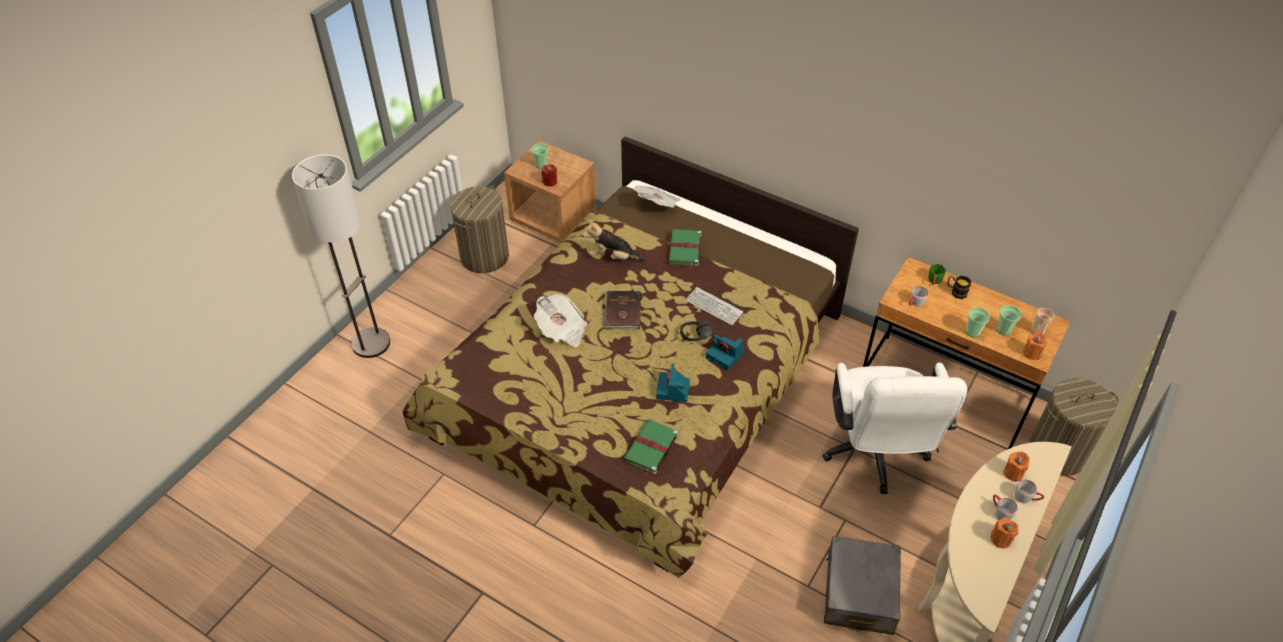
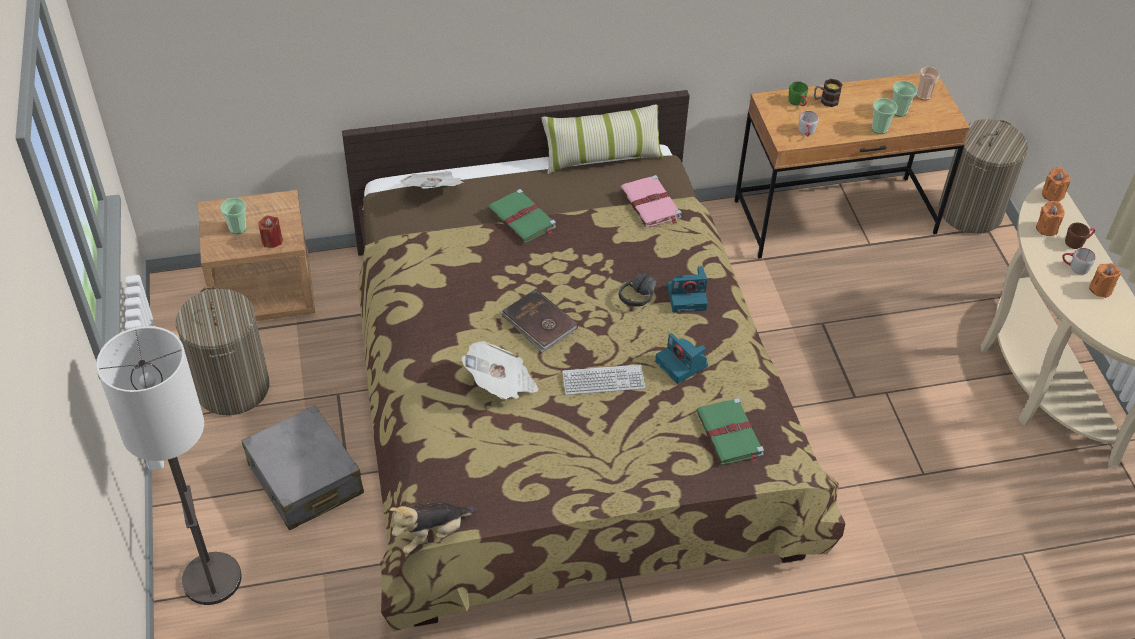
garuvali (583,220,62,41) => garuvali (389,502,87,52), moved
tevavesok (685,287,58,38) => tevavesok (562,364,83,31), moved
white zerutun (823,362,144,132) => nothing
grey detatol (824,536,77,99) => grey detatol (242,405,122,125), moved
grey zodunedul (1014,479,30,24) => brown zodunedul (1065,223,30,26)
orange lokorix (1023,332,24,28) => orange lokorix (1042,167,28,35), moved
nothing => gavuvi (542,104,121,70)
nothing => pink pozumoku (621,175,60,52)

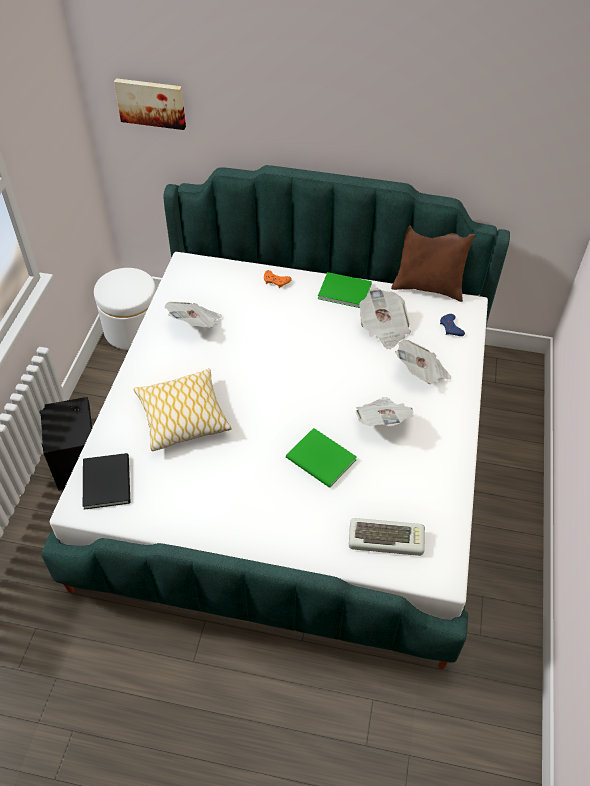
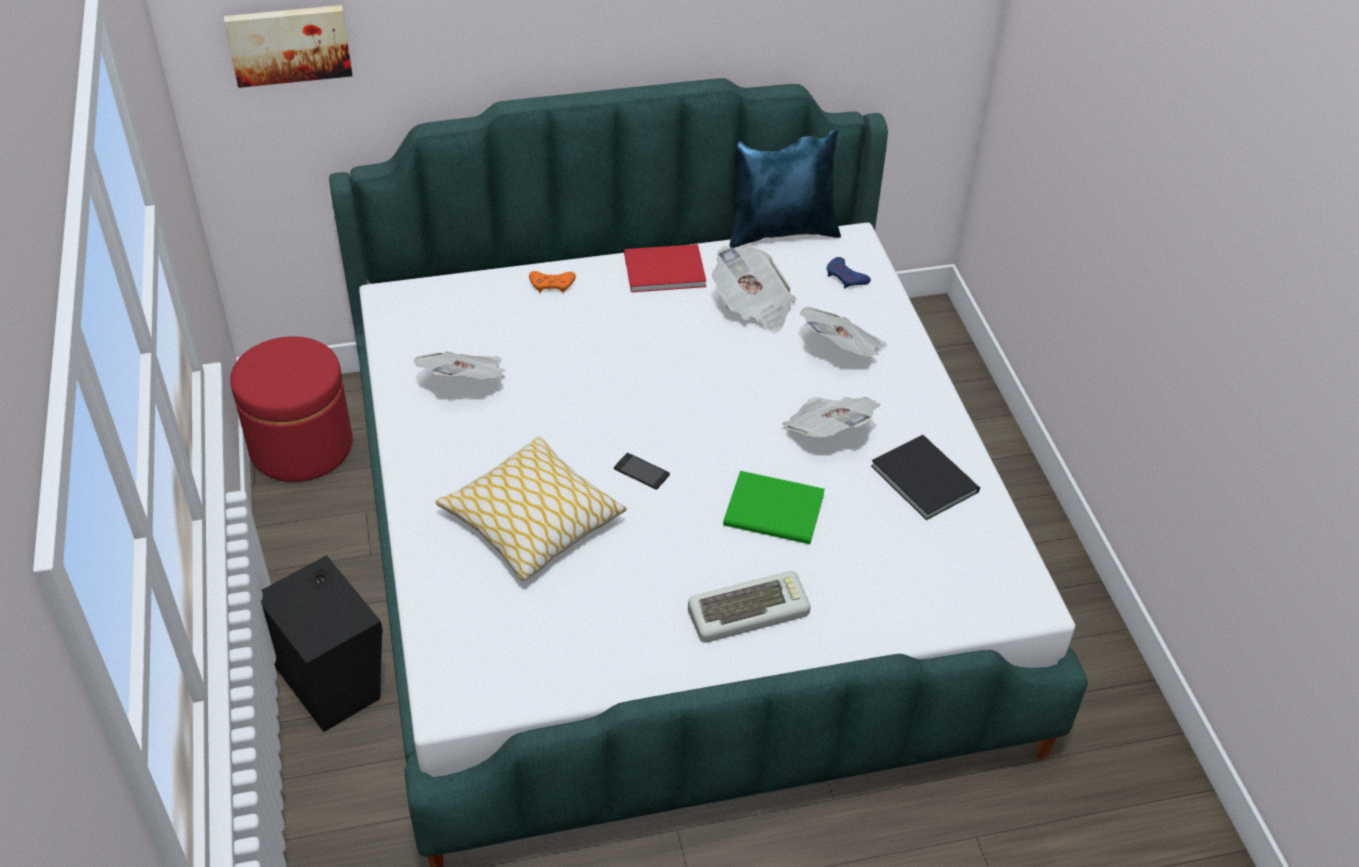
black pozumoku (83,453,48,57) => black pozumoku (871,435,109,85), moved
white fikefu (94,268,62,82) => red fikefu (230,336,123,146)
green pozumoku (318,272,54,36) => red pozumoku (624,244,82,48)
tevavesok (349,518,76,38) => tevavesok (688,571,123,72), moved
brown gavuvi (391,225,84,77) => blue gavuvi (730,129,111,119)
nothing => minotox (614,453,56,37)

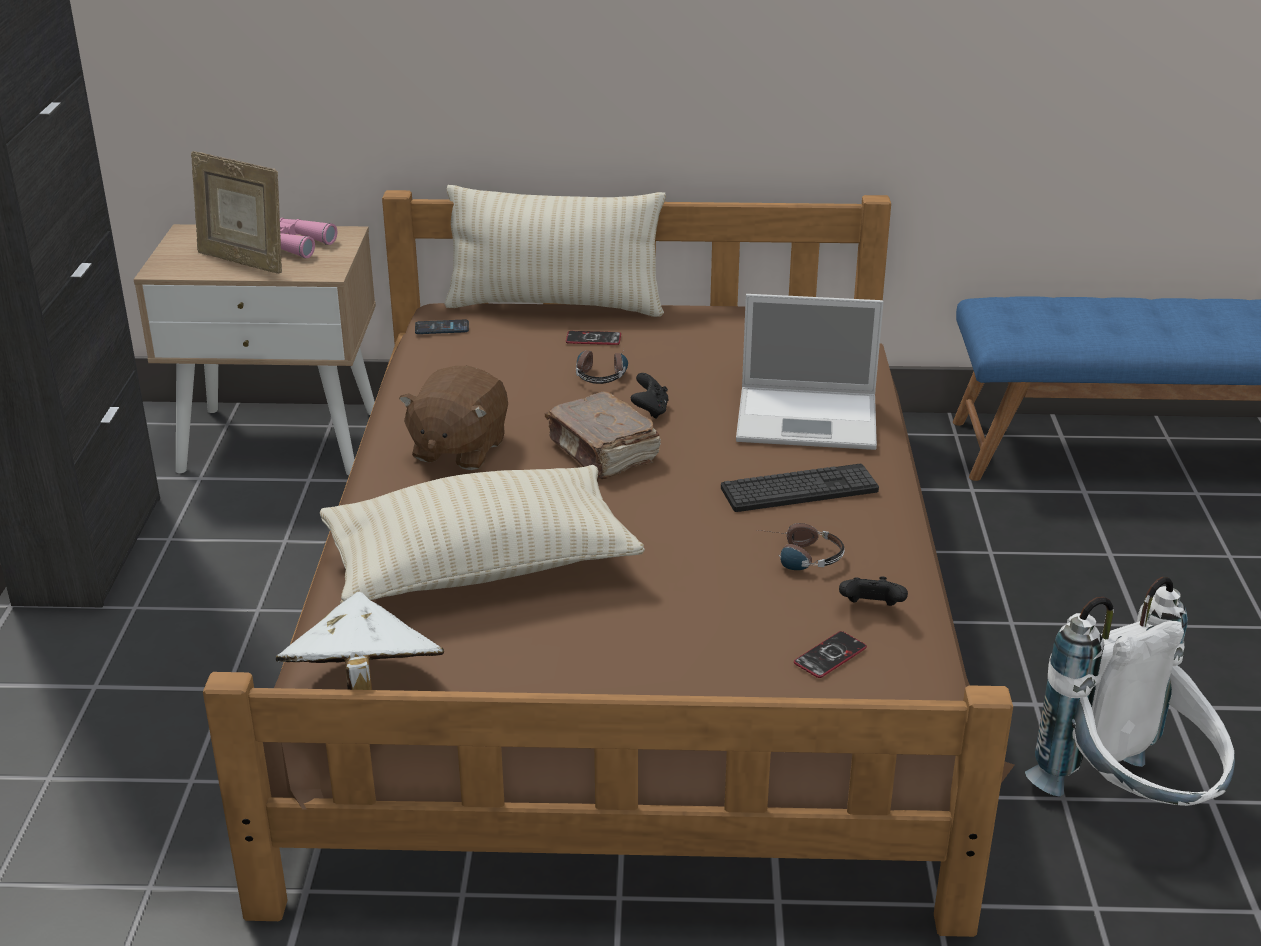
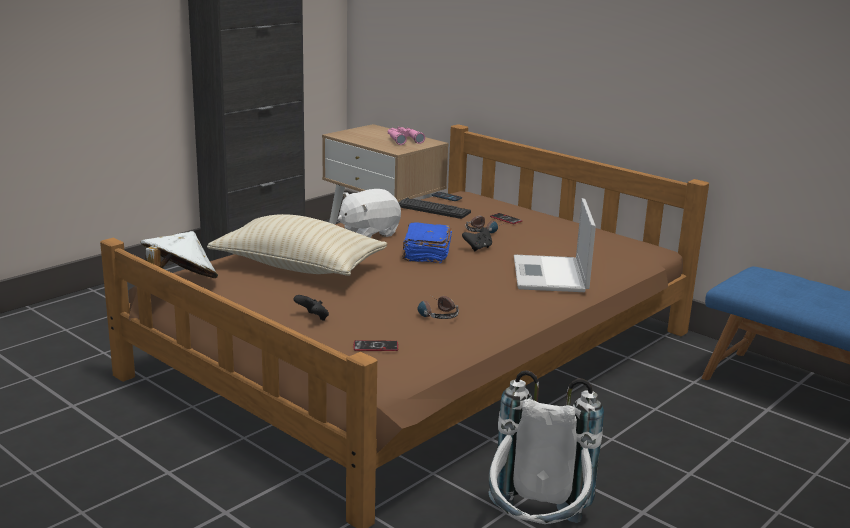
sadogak (191,151,91,123) => nothing
brown garuvali (399,366,109,104) => white garuvali (338,189,63,49)
beige gavuvi (445,185,221,132) => nothing
brown pozumoku (545,391,116,88) => blue pozumoku (402,222,50,41)
tevavesok (721,464,158,48) => tevavesok (398,198,73,21), moved
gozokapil (736,294,147,156) => gozokapil (514,198,82,94), 45 degrees clockwise
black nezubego (839,576,69,30) => black nezubego (294,295,35,26), moved

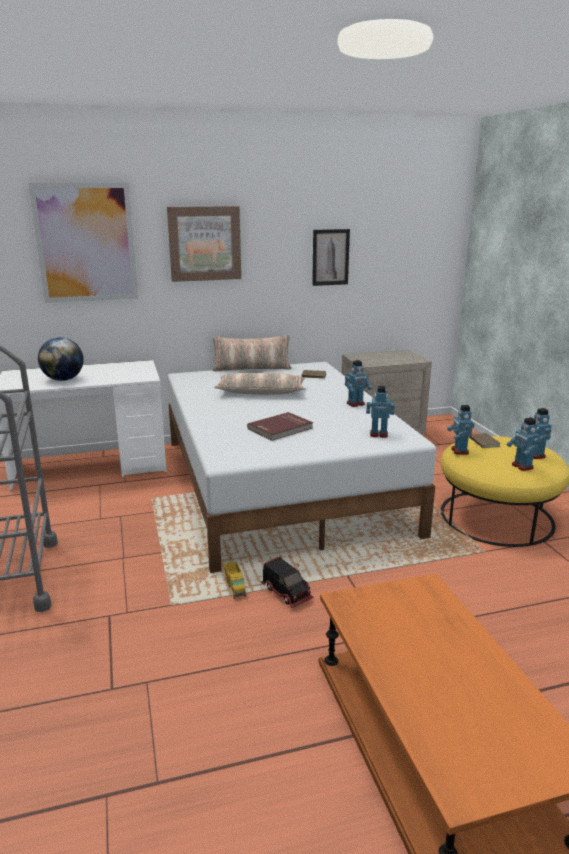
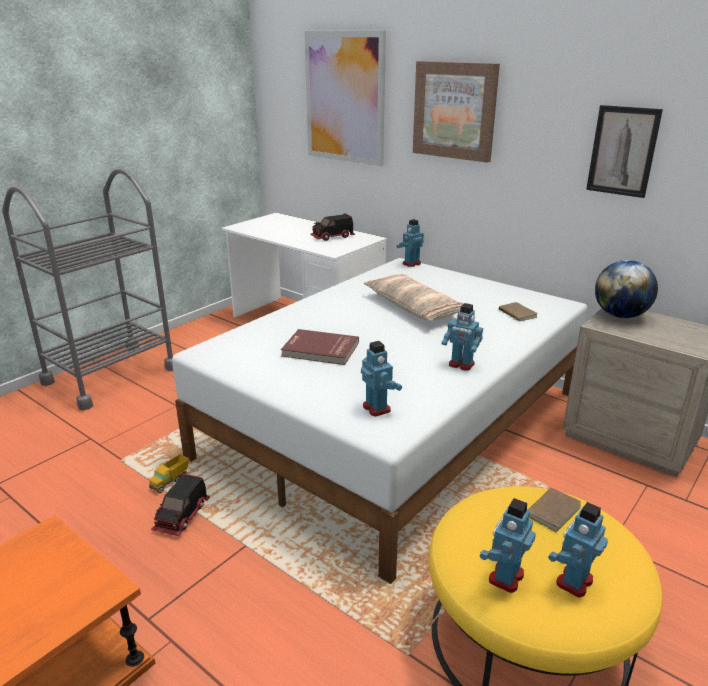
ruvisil (38,337,46,44) => ruvisil (595,260,63,58), moved
gavuvi (212,335,80,36) => nothing
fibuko (447,405,27,50) => fibuko (397,219,27,48), moved
nothing => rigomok (310,213,45,28)

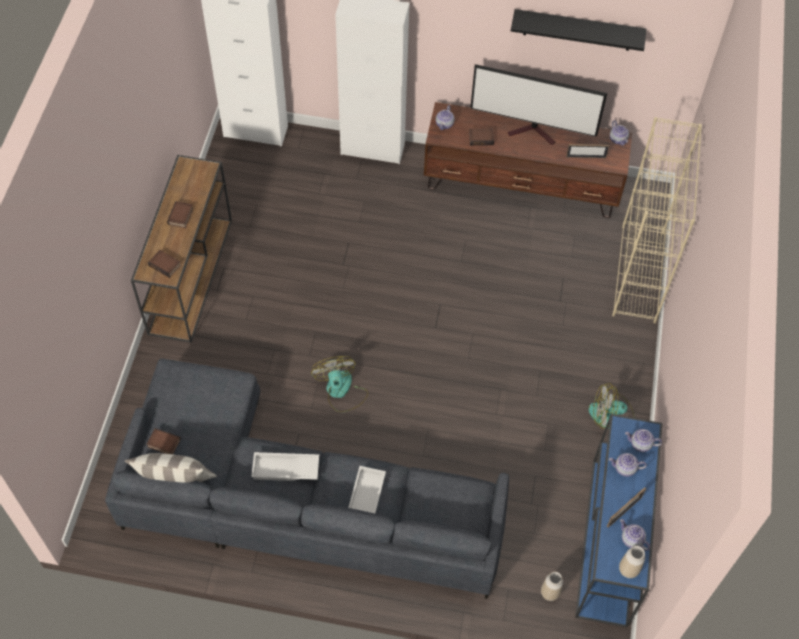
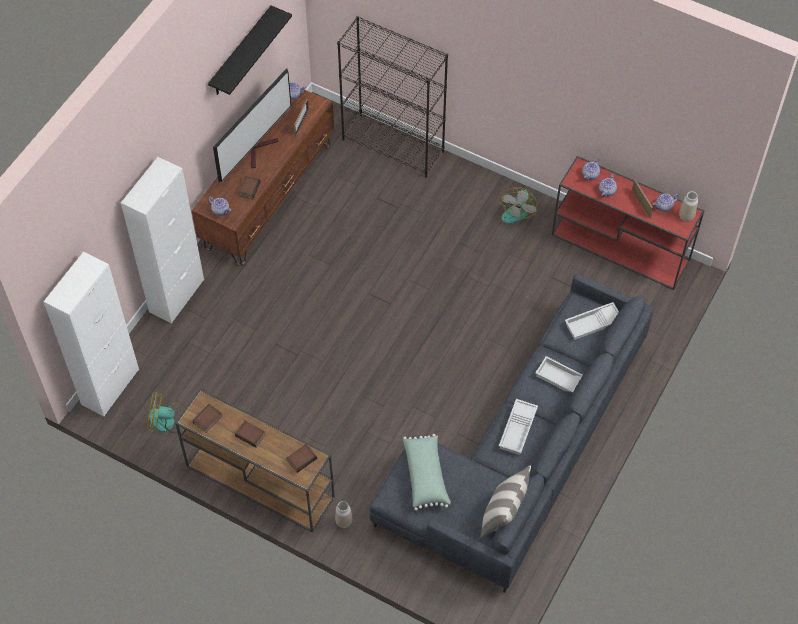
pozumoku (146,428,35,26) => pozumoku (193,404,29,29), moved
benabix (311,356,57,56) => benabix (147,392,39,41), moved
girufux (541,572,22,29) => girufux (335,501,17,27), moved
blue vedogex (575,414,88,214) => red vedogex (552,156,152,134)
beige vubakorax (612,117,90,206) => black vubakorax (337,16,111,162)
nothing => green gavuvi (403,434,48,77)
nothing => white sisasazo (565,302,54,38)

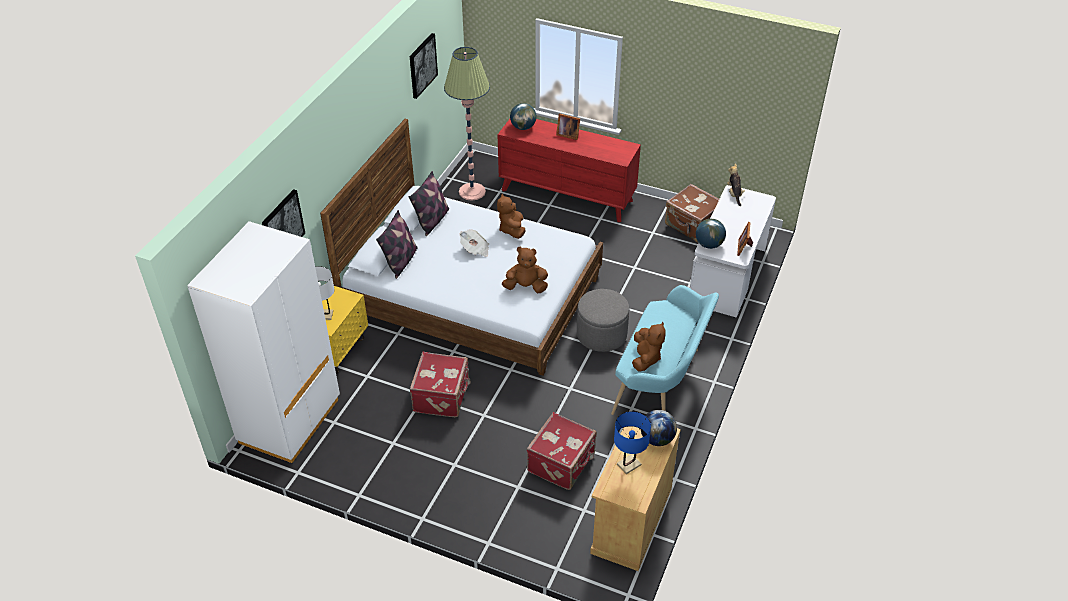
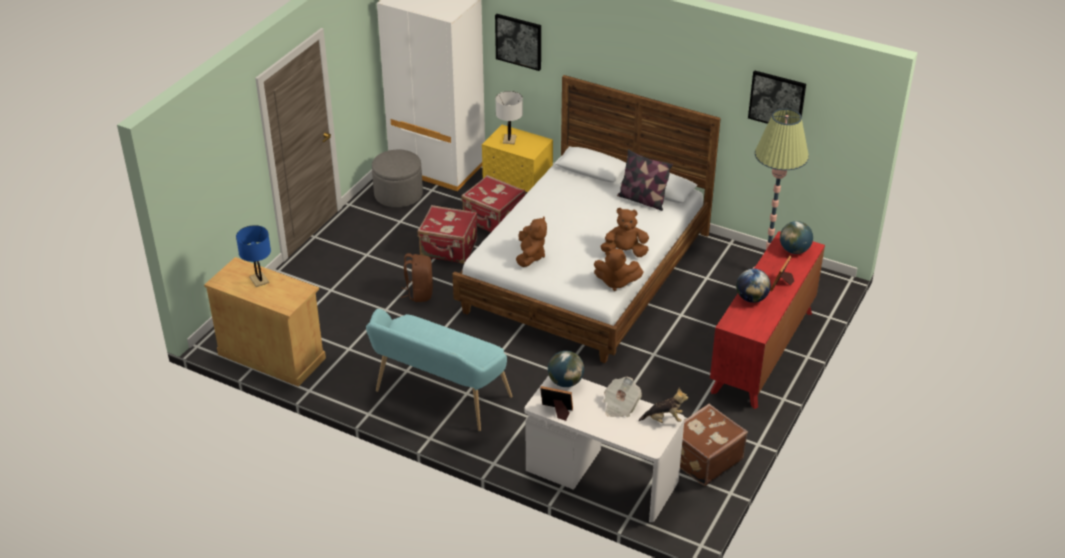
gavuvi (376,210,41,69) => nothing
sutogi (460,229,29,28) => sutogi (604,377,38,40), moved
red detatol (527,412,70,78) => red detatol (461,175,64,57), moved
grey fikefu (577,289,53,63) => grey fikefu (372,149,51,58), moved
brown garuvali (632,322,34,50) => brown garuvali (594,249,50,42), moved
ruvisil (641,410,36,36) => ruvisil (736,269,35,34), moved
nothing => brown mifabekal (401,253,32,49)

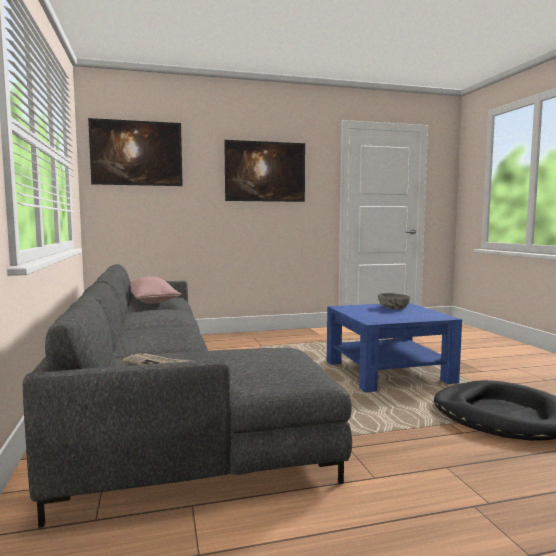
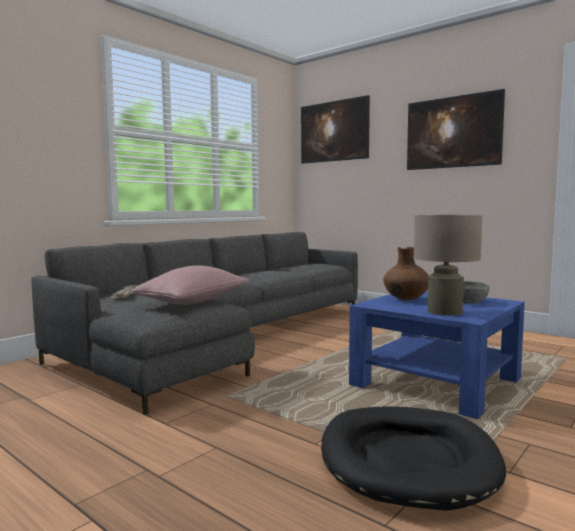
pink gavuvi (131,276,50,28) => pink gavuvi (131,265,118,40), moved
nothing => brown girufux (383,247,46,53)
nothing => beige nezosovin (413,215,70,101)

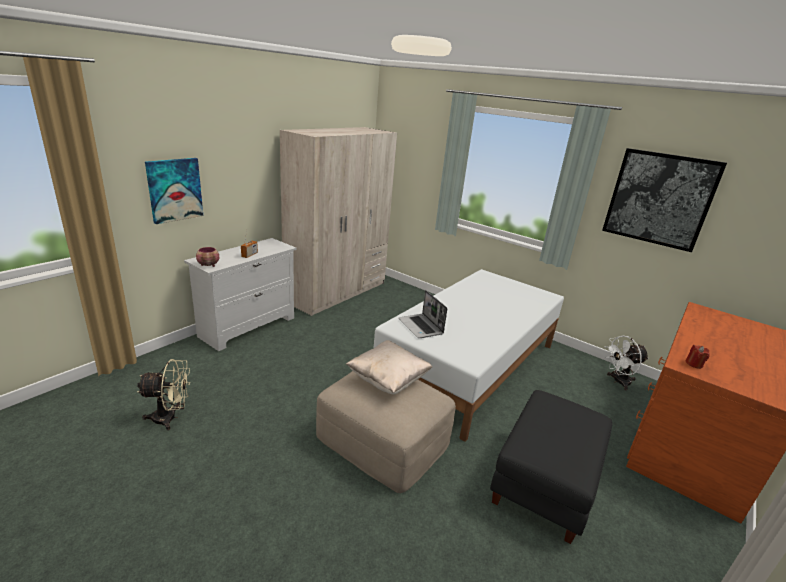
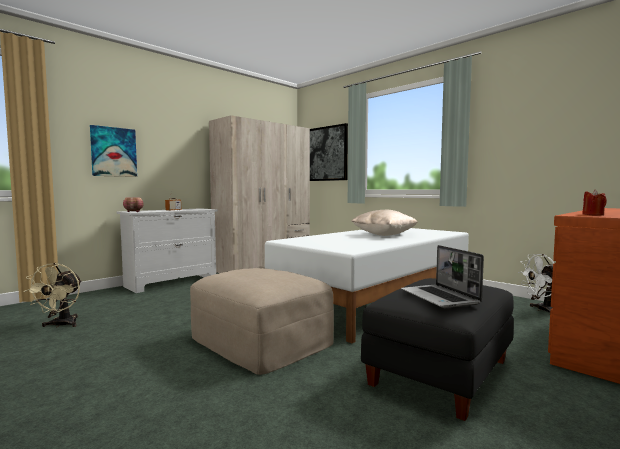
beige benabix (137,359,54,71) => beige benabix (23,263,59,65), 90 degrees clockwise
beige gavuvi (346,340,86,54) => beige gavuvi (351,210,67,26), moved
gozokapil (399,290,48,48) => gozokapil (401,245,83,63), moved
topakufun (602,148,125,104) => topakufun (310,123,38,58), moved

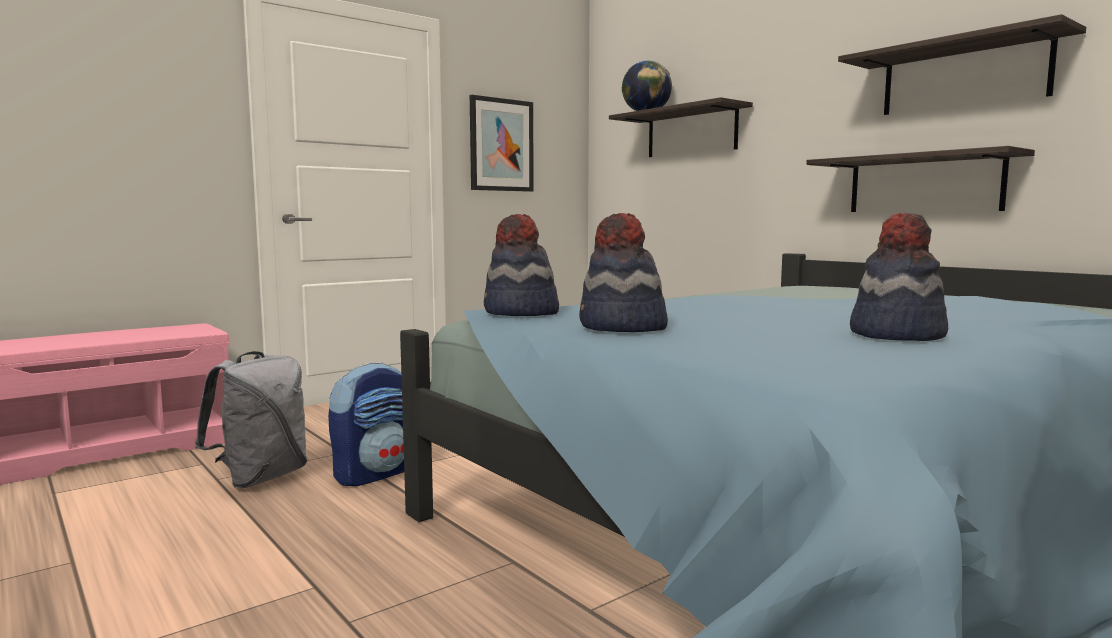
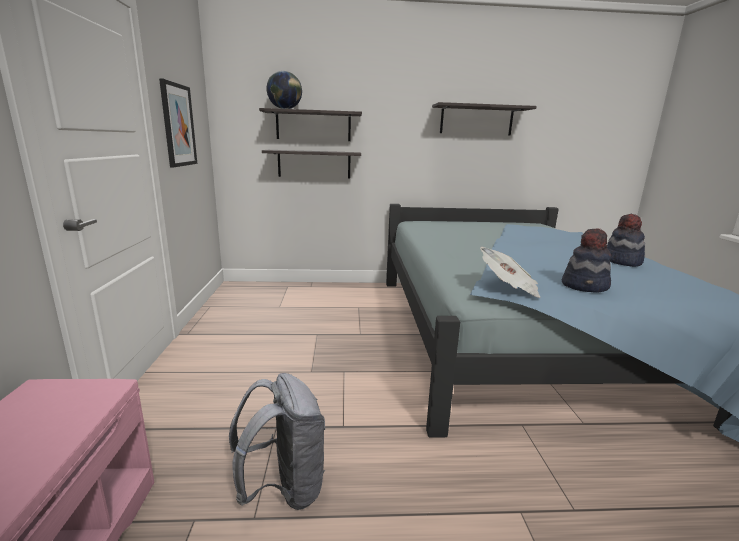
mifabekal (328,362,76,124) => nothing
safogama (484,214,75,102) => sutogi (480,247,60,51)
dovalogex (806,146,229,66) => dovalogex (262,150,99,29), moved

